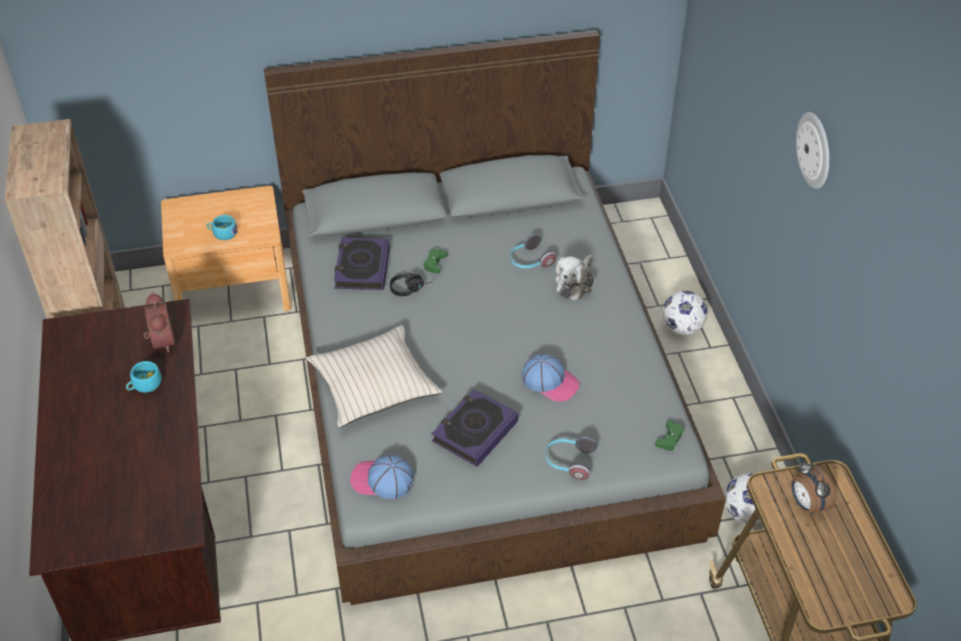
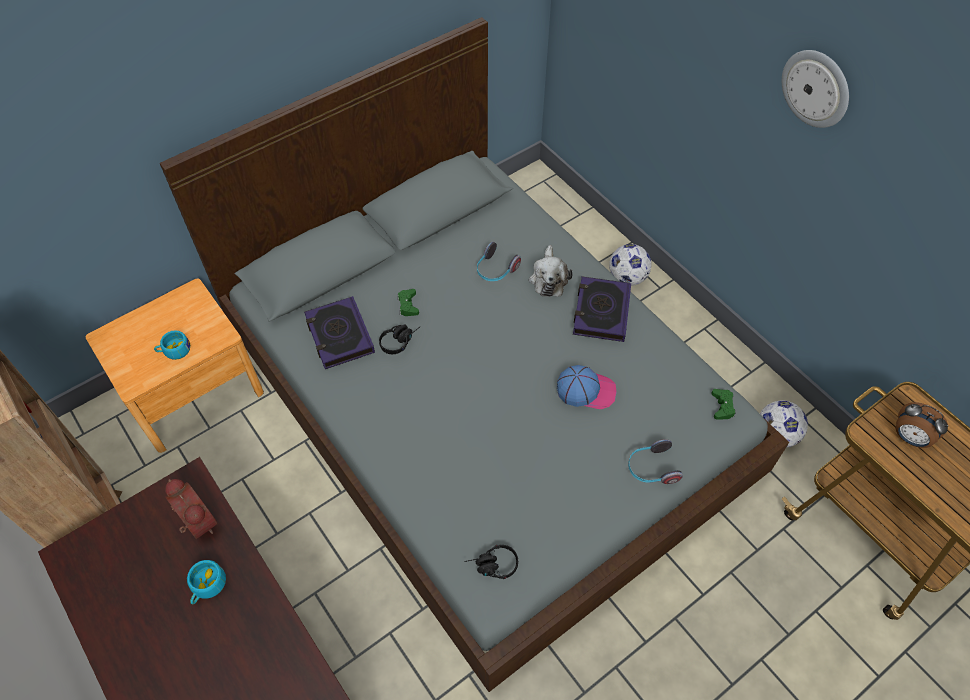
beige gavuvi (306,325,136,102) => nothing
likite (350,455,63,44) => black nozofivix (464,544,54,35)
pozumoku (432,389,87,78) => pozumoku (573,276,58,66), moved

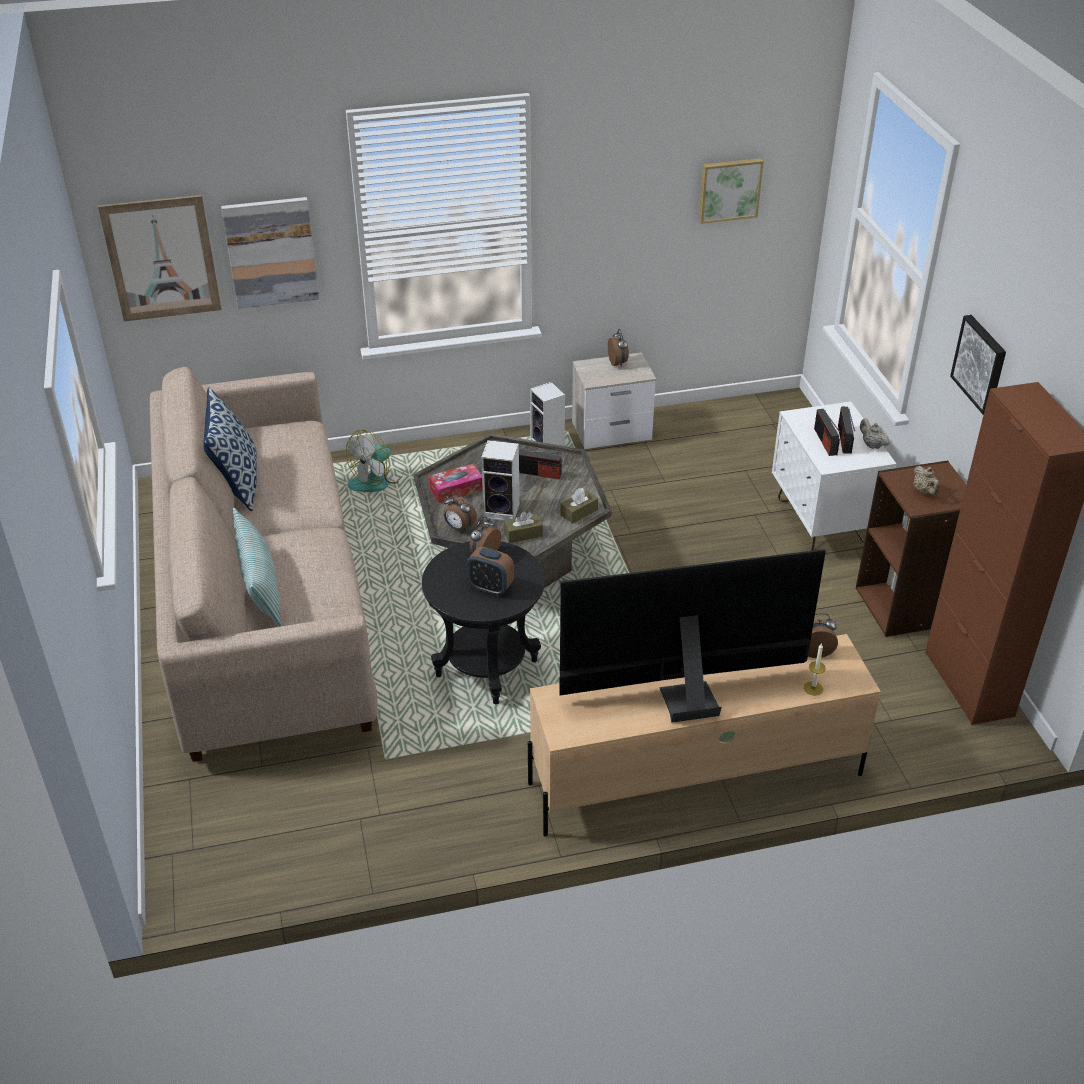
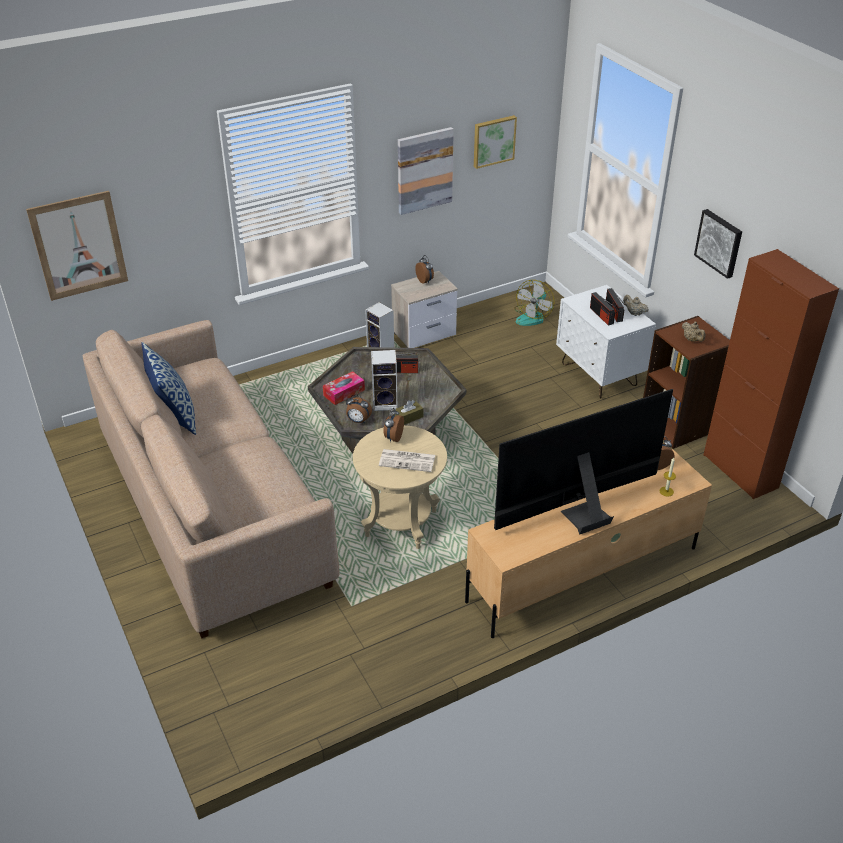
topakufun (221,197,98,112) => topakufun (398,127,56,88), moved
gavuvi (233,508,48,118) => nothing
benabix (346,429,57,63) => benabix (514,280,40,46), moved
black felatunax (422,541,123,163) => beige felatunax (353,425,94,124)
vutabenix (466,547,48,49) => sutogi (379,449,56,23)
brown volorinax (560,488,38,36) => nothing

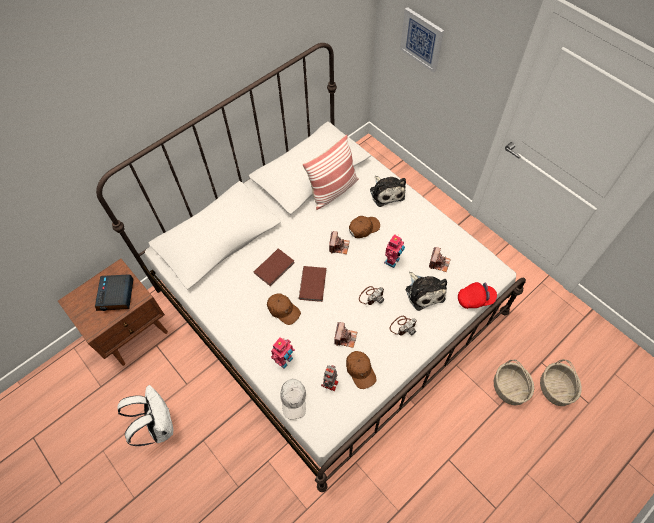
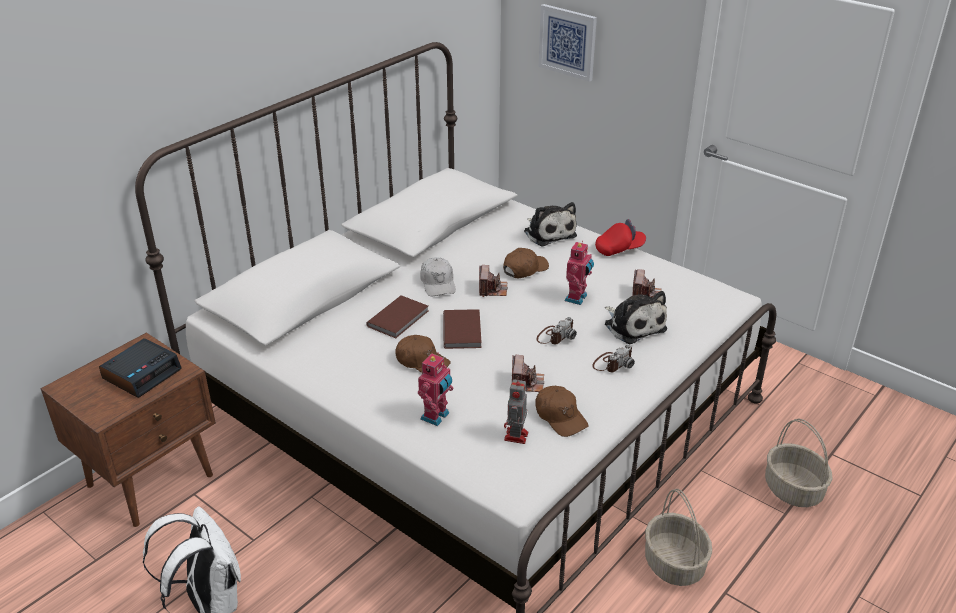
vutabenix (95,275,39,36) => vutabenix (99,338,83,60), 135 degrees counterclockwise
white likite (280,379,26,40) => white likite (420,257,36,39), moved
gavuvi (303,135,56,75) => nothing
red likite (458,282,39,27) => red likite (595,219,51,37), moved
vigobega (540,359,42,47) => vigobega (645,489,67,97), moved

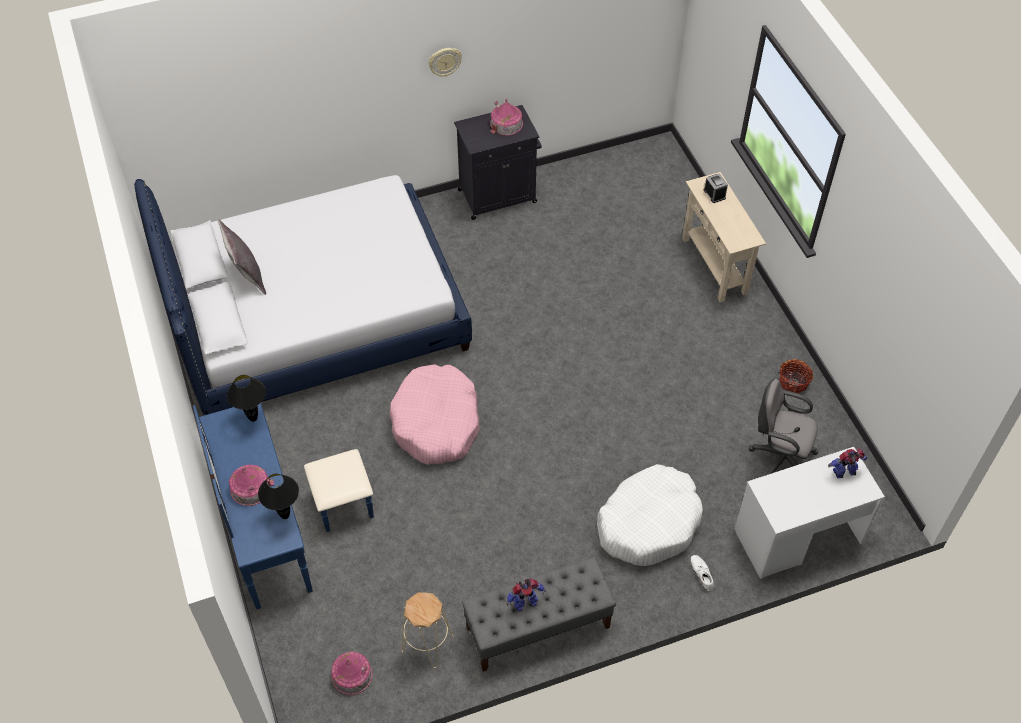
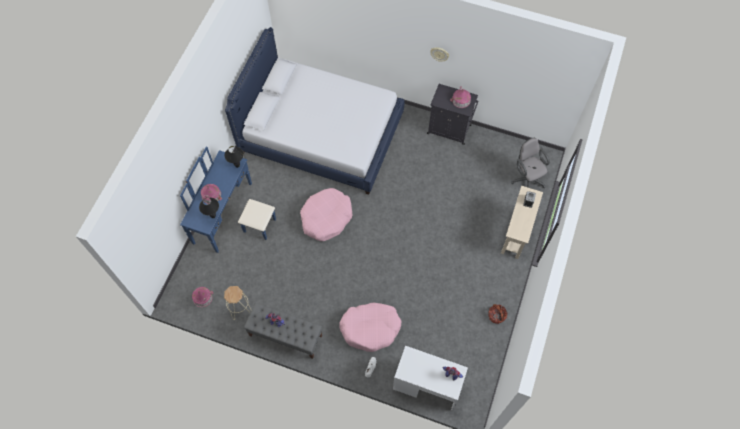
grey gavuvi (218,219,48,76) => nothing
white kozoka (597,464,106,102) => pink kozoka (339,303,62,49)
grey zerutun (749,379,69,97) => grey zerutun (511,138,39,50), moved

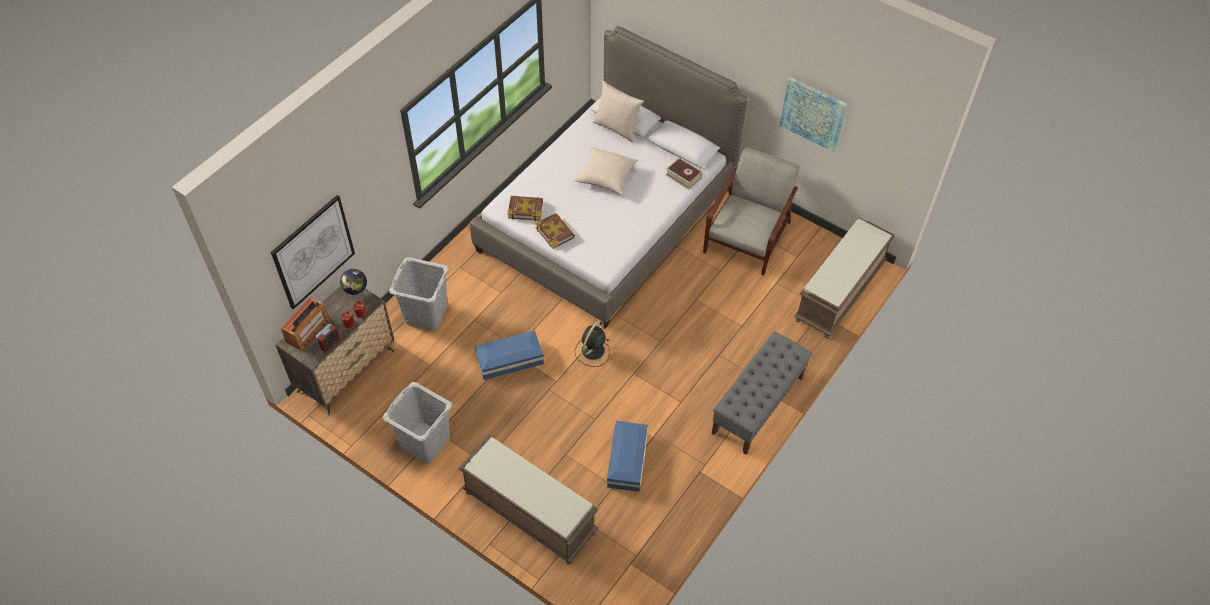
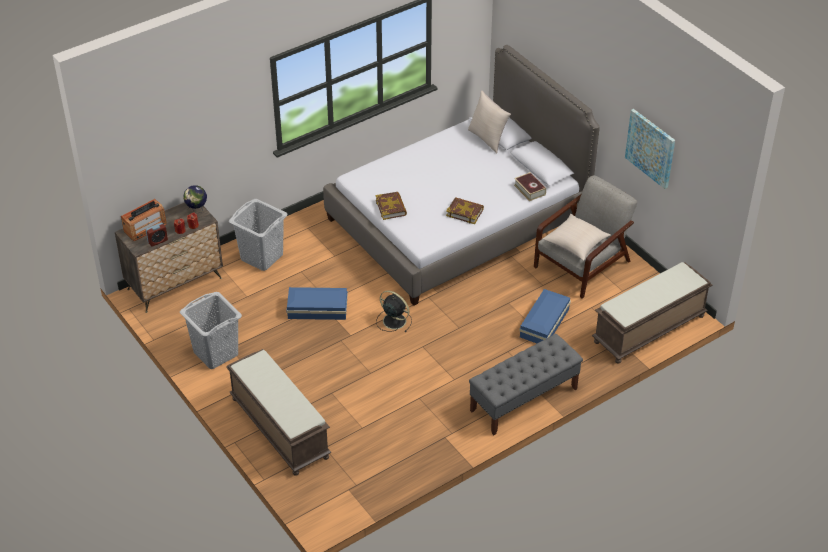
topakufun (271,195,84,114) => nothing
pozumoku (507,196,36,25) => pozumoku (446,197,38,27), moved
beige gavuvi (574,147,64,47) => beige gavuvi (543,214,68,47), moved
black benabix (575,320,35,47) => black benabix (376,291,36,41), 75 degrees clockwise
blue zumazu (607,421,41,71) => blue zumazu (519,289,52,54), moved

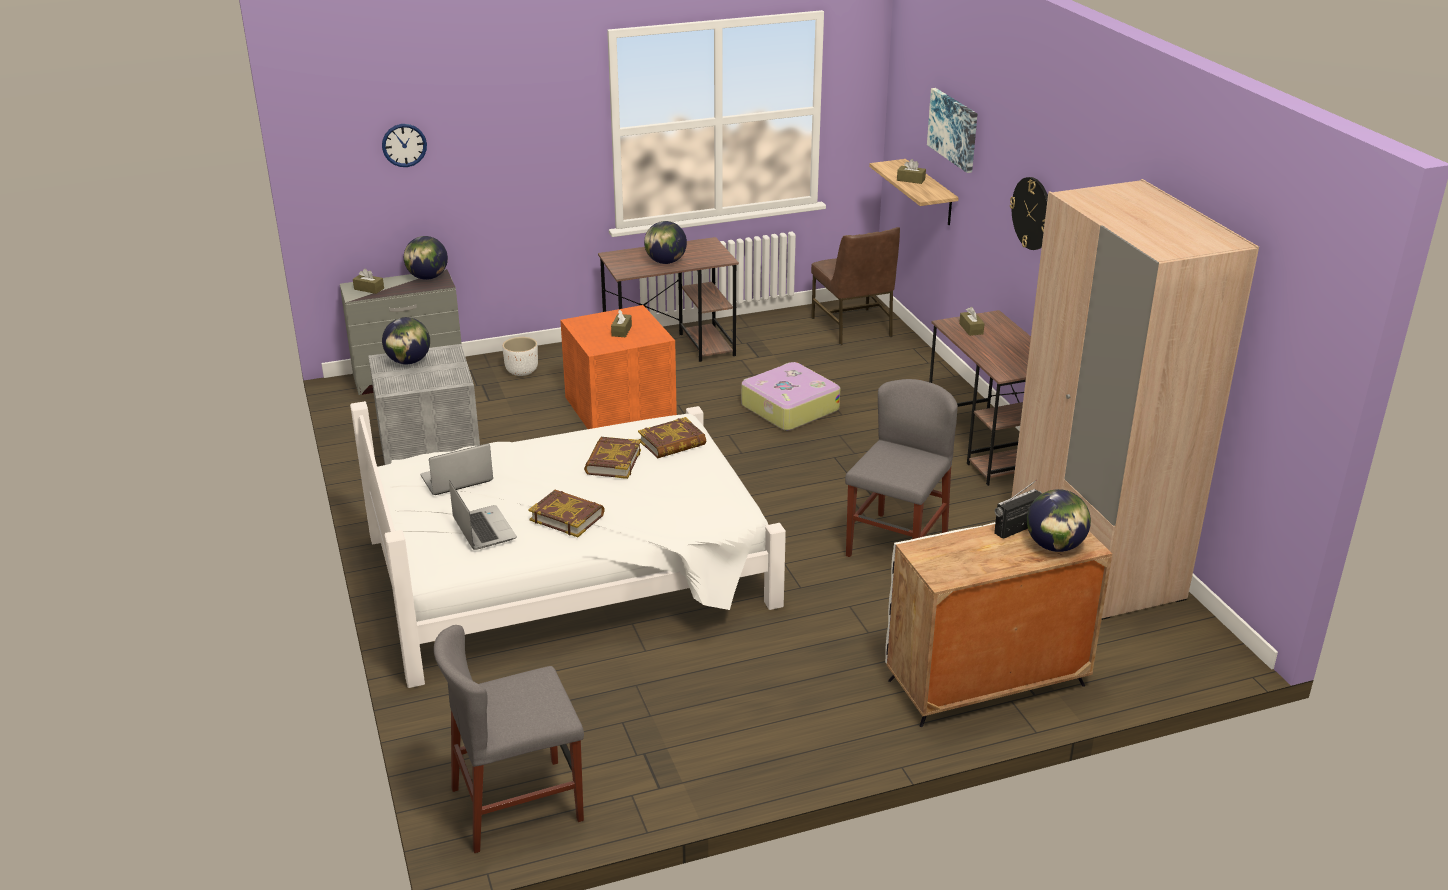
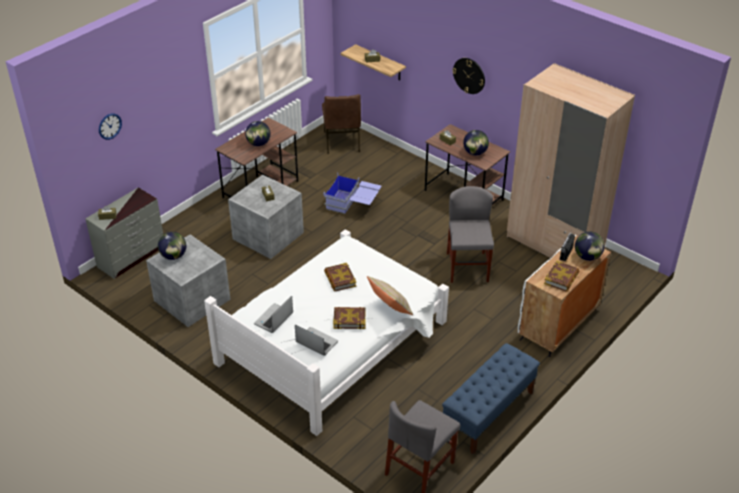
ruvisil (404,236,44,44) => ruvisil (463,130,26,25), moved
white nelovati (502,337,36,39) => nothing
orange zumazu (560,305,117,124) => grey zumazu (228,175,76,84)
pozumoku (638,417,68,41) => pozumoku (544,261,35,30), moved
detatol (741,362,99,69) => blue zumazu (323,172,59,42)
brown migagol (811,227,89,118) => brown migagol (322,94,39,60), 45 degrees clockwise
topakufun (927,88,50,85) => nothing
nothing => beige gavuvi (367,276,46,39)
nothing => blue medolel (442,343,98,112)

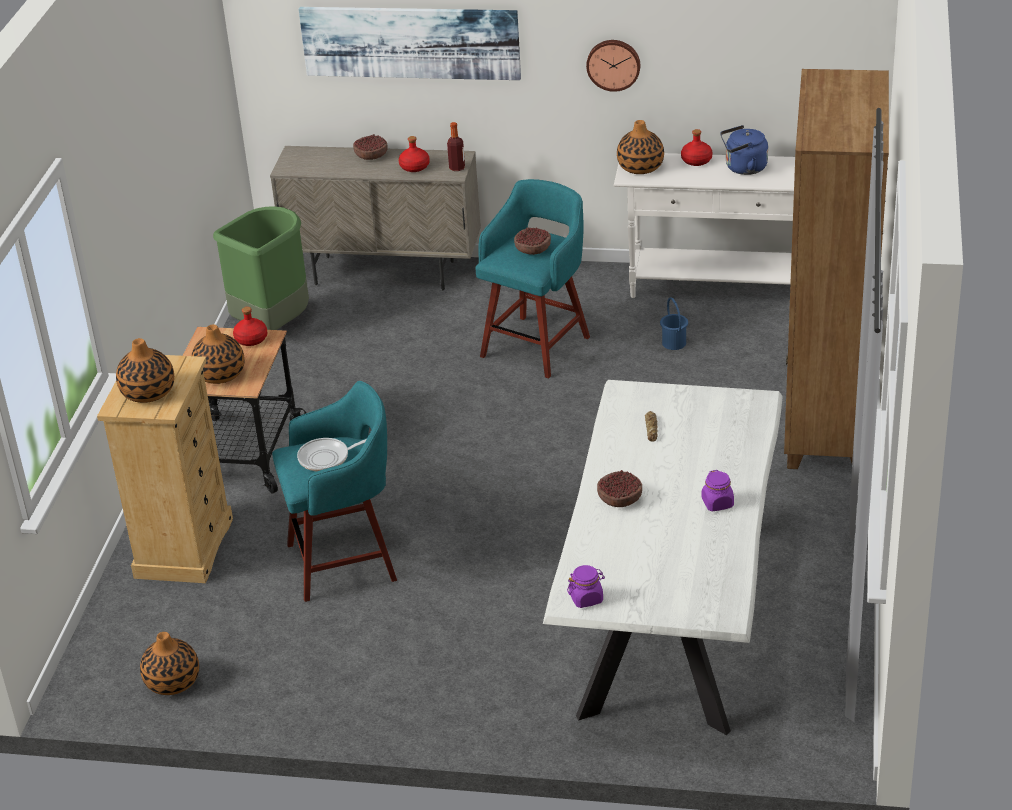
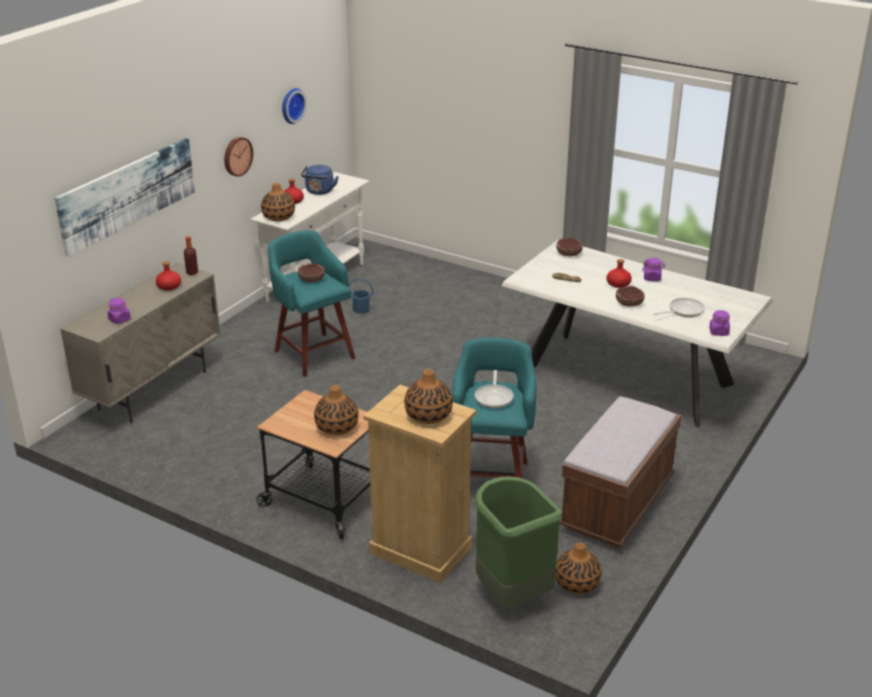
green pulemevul (213,206,96,124) => green pulemevul (475,477,88,131), moved
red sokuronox (233,307,35,39) => red sokuronox (607,259,25,29), moved
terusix (353,134,35,26) => terusix (556,238,27,18), moved
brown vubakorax (784,69,105,400) => nothing
nothing => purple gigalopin (107,298,24,26)
nothing => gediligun (282,88,25,36)
nothing => brown medolel (559,397,123,151)
nothing => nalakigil (653,298,52,19)

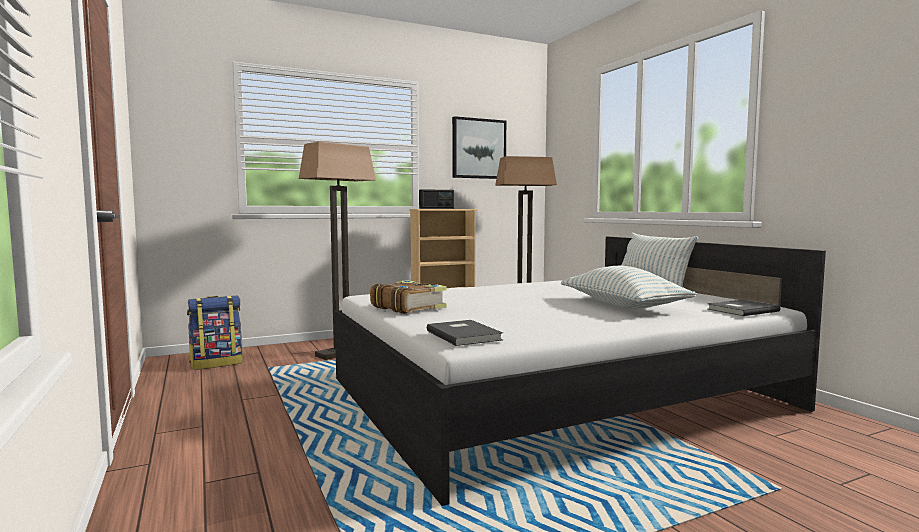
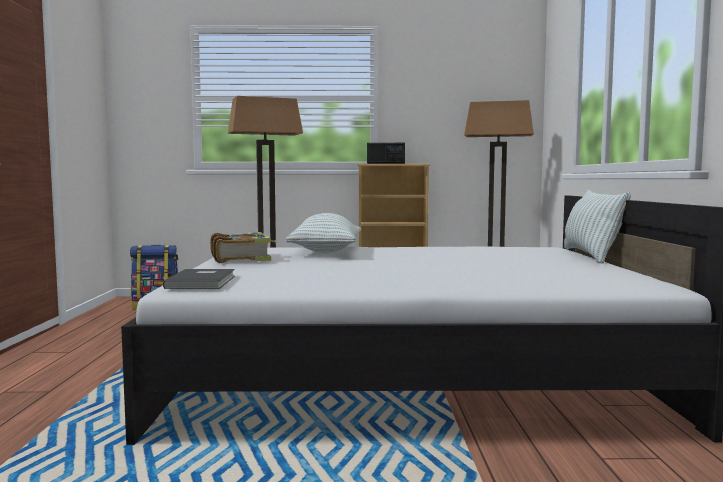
topakufun (452,116,54,63) => nothing
gavuvi (561,266,136,43) => gavuvi (285,213,76,40), moved
grey pozumoku (707,300,74,16) => nothing

